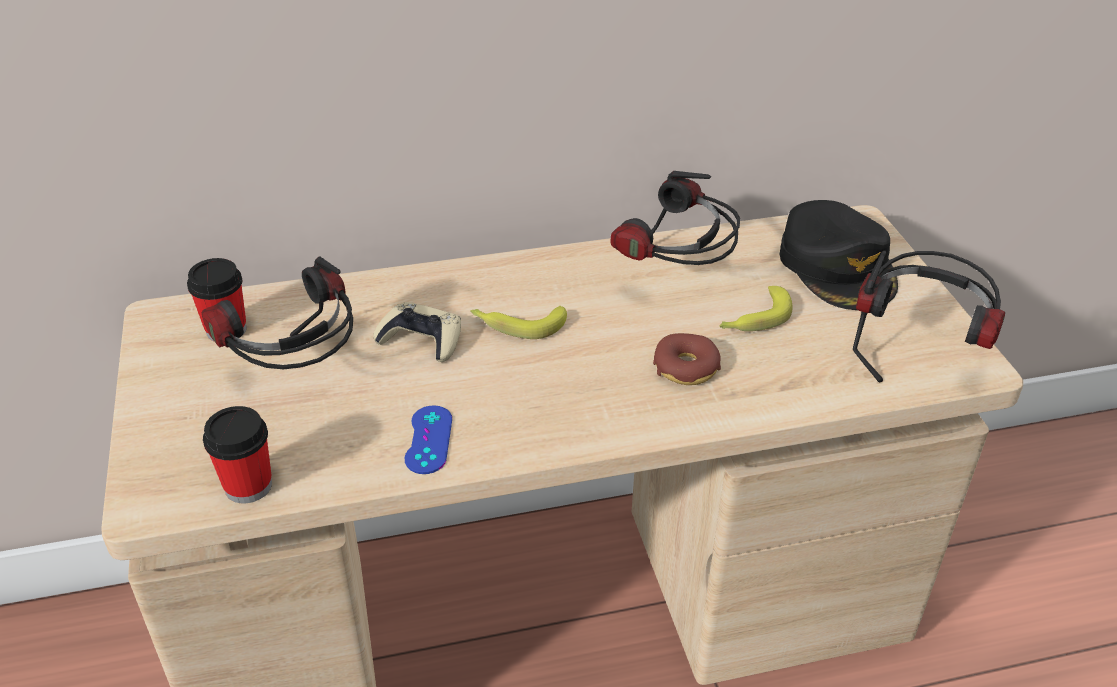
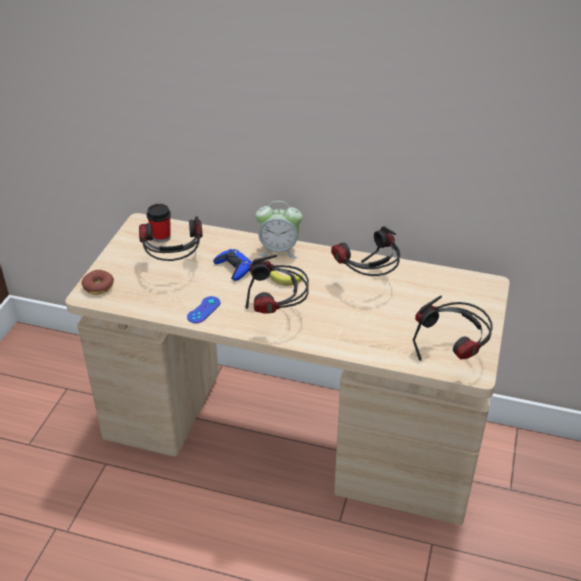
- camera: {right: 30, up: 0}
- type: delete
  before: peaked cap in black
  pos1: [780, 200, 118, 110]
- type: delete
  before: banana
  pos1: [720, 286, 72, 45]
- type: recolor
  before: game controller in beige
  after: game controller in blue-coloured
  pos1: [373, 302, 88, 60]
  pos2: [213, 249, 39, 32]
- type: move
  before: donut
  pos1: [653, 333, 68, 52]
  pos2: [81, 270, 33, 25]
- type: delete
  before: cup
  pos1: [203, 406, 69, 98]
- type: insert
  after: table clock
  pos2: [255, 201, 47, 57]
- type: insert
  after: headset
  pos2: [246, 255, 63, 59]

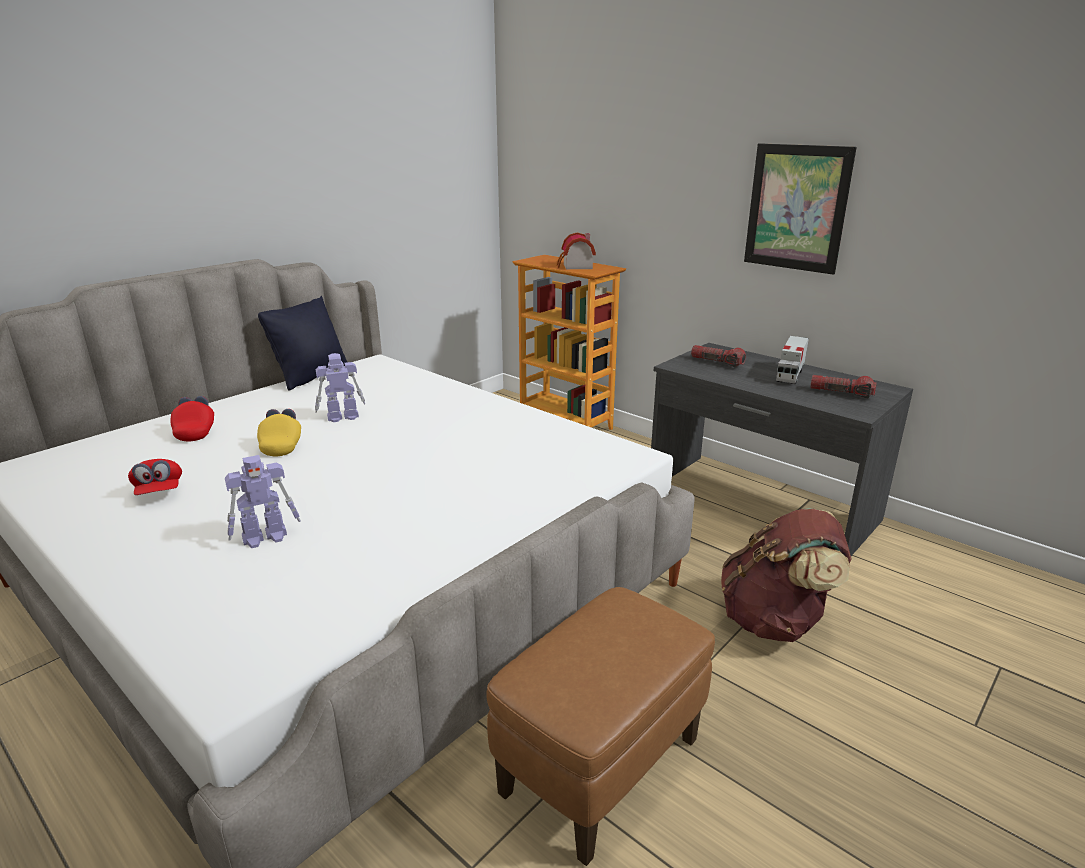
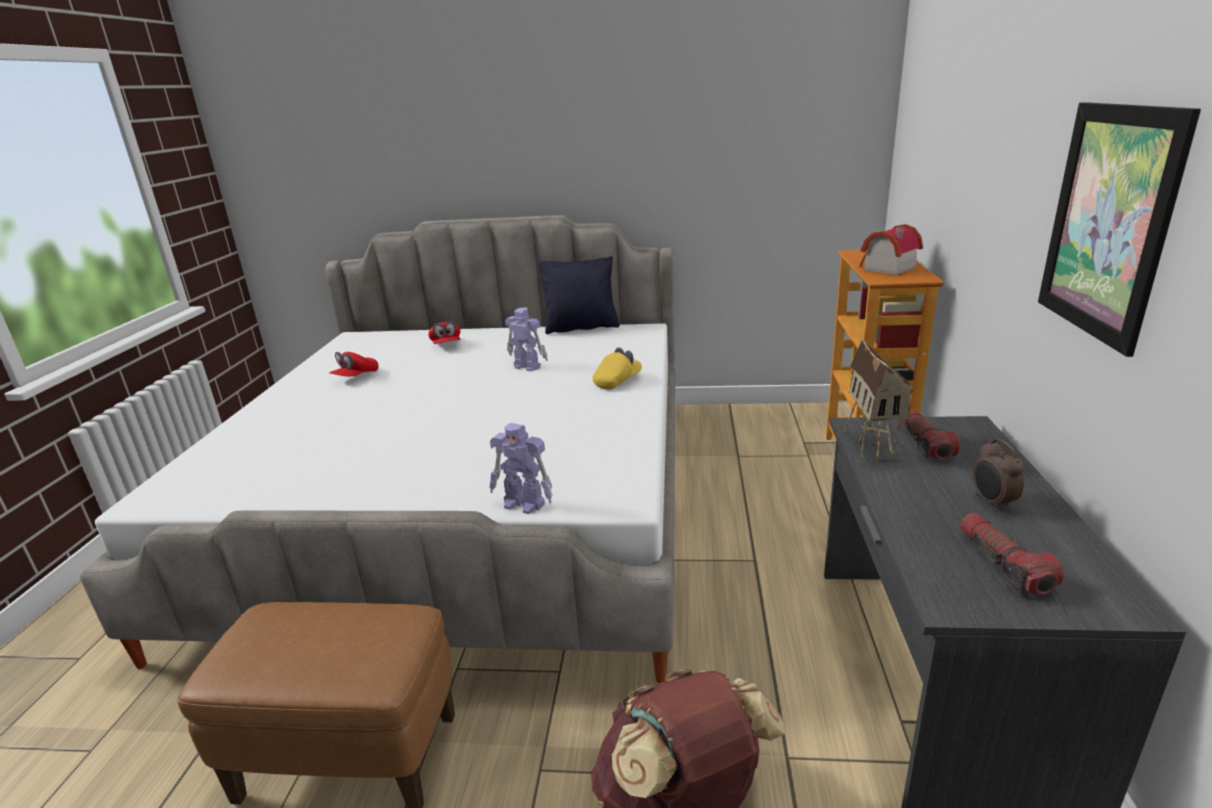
- camera: {right: 55, up: 0}
- type: replace
  before: toy truck
  after: table clock
  pos1: [776, 336, 33, 49]
  pos2: [972, 439, 52, 72]
- type: rotate
  before: peaked cap in red-coloured
  pos1: [170, 396, 44, 46]
  pos2: [428, 322, 32, 22]
  turn: 120
- type: move
  before: peaked cap in yellow
  pos1: [257, 409, 44, 48]
  pos2: [593, 347, 49, 42]
- type: move
  before: robot figure
  pos1: [225, 455, 76, 93]
  pos2: [489, 423, 64, 91]
- type: insert
  after: model house
  pos2: [844, 338, 72, 123]

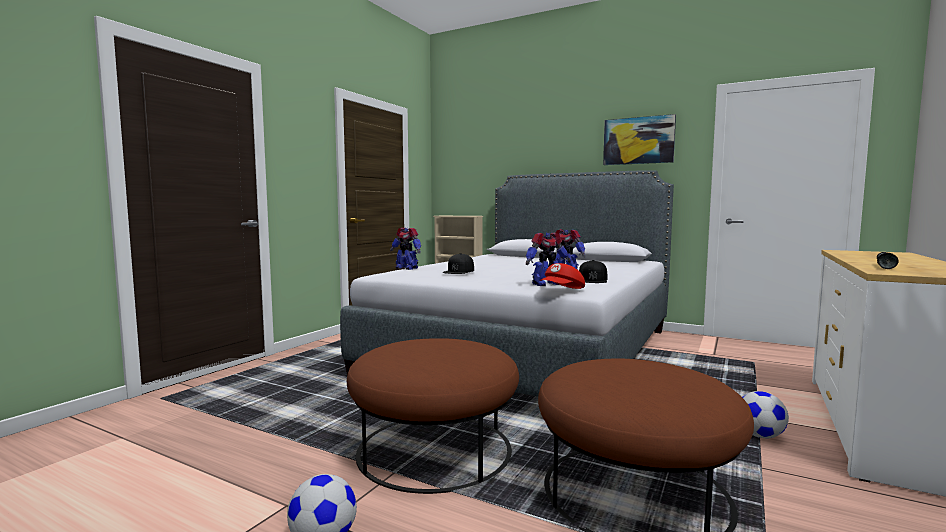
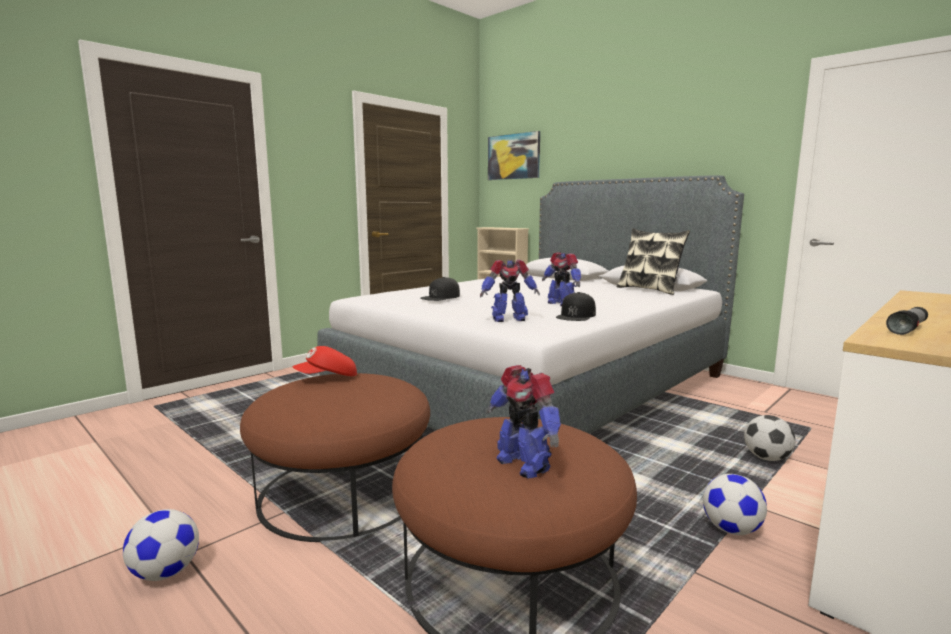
- camera: {right: 15, up: 5}
- type: move
  before: wall picture
  pos1: [603, 114, 73, 51]
  pos2: [488, 131, 52, 49]
- type: move
  before: robot figure
  pos1: [390, 228, 31, 42]
  pos2: [487, 365, 74, 113]
- type: move
  before: peaked cap in red-coloured
  pos1: [540, 263, 45, 26]
  pos2: [293, 346, 64, 30]
- type: insert
  after: throw pillow
  pos2: [617, 228, 73, 67]
- type: insert
  after: ball for football
  pos2: [744, 415, 51, 46]

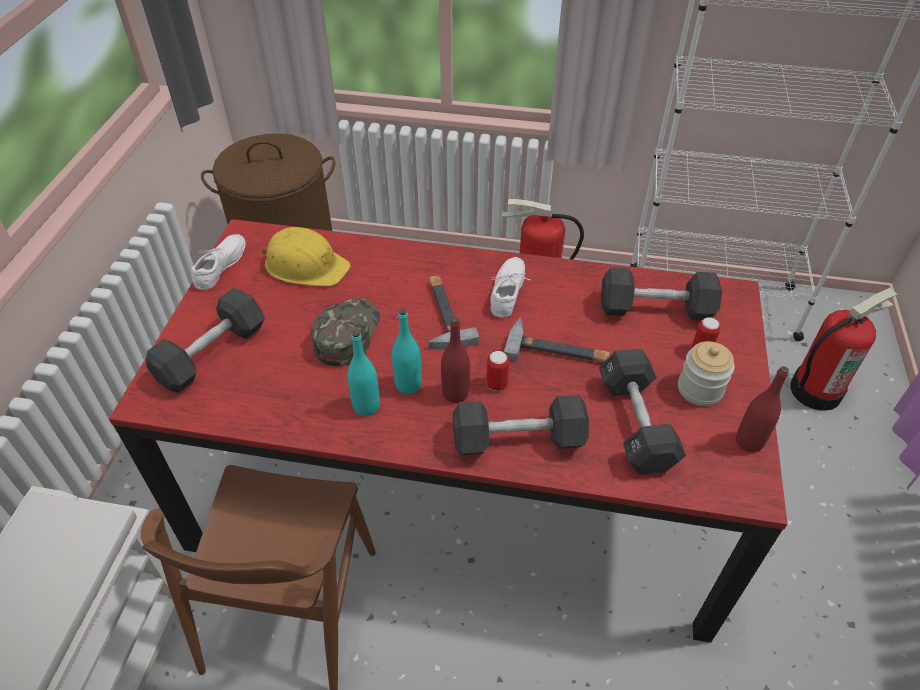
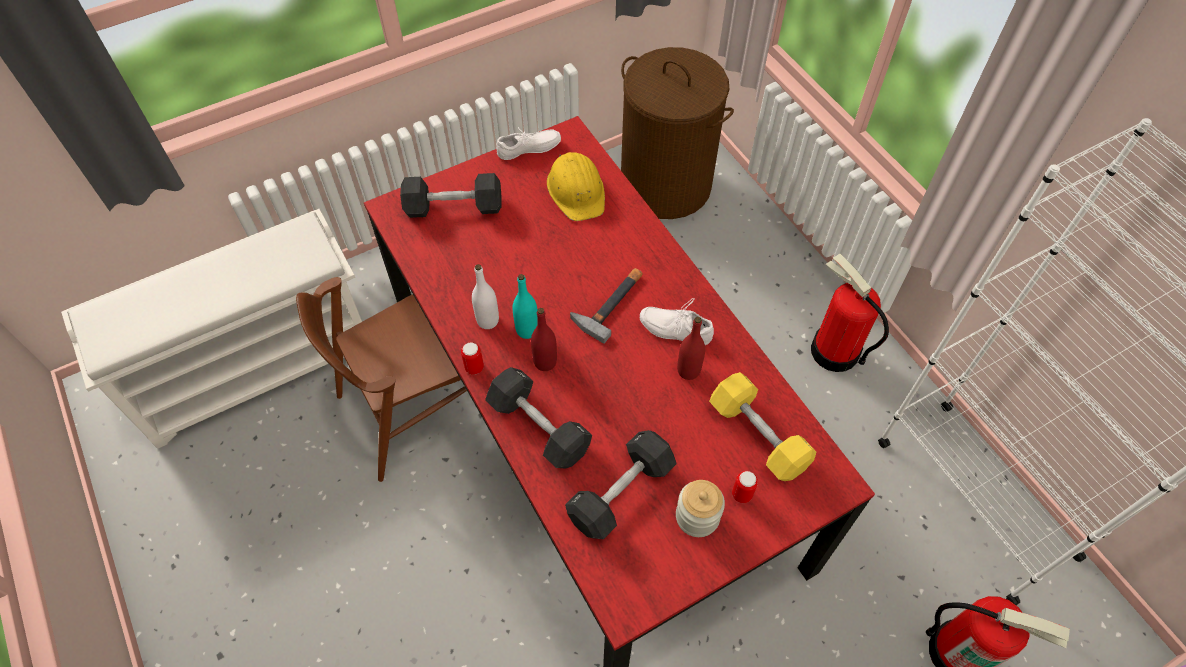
- camera: {right: 50, up: 10}
- type: rotate
  before: shoe in white-coloured
  pos1: [490, 257, 41, 61]
  pos2: [640, 298, 74, 47]
  turn: -135
- type: recolor
  before: dumbbell in black
  after: dumbbell in yellow
  pos1: [601, 267, 121, 53]
  pos2: [709, 372, 107, 109]
- type: delete
  before: peaked cap in green-coloured
  pos1: [311, 298, 69, 68]
- type: delete
  before: hand hammer
  pos1: [504, 317, 106, 46]
- type: recolor
  before: drink bottle in blue-green
  after: drink bottle in white-coloured
  pos1: [347, 330, 33, 86]
  pos2: [472, 264, 27, 65]
- type: move
  before: can
  pos1: [486, 351, 23, 40]
  pos2: [461, 342, 23, 33]
- type: move
  before: drink bottle in red-coloured
  pos1: [736, 366, 53, 86]
  pos2: [677, 317, 28, 63]

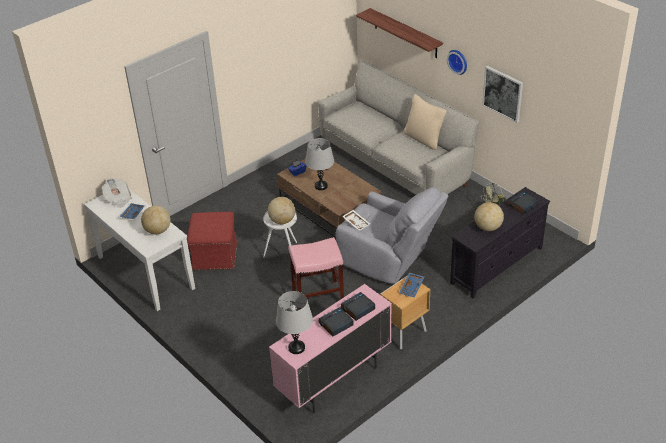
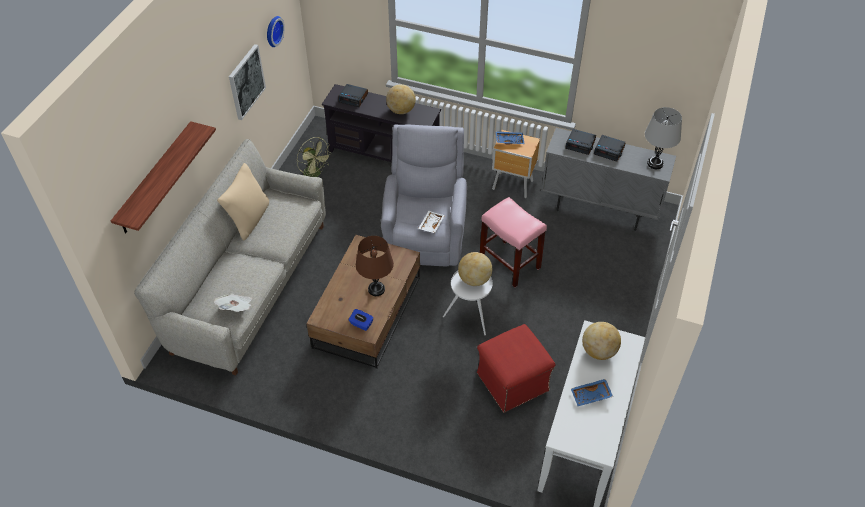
- camera: {right: -120, up: 10}
- type: move
  before: hanging clock
  pos1: [447, 50, 20, 25]
  pos2: [267, 16, 18, 31]
- type: recolor
  before: tabletop lamp in gray
  after: tabletop lamp in brown
  pos1: [305, 138, 29, 52]
  pos2: [356, 236, 38, 60]
- type: move
  before: newspaper
  pos1: [102, 178, 30, 30]
  pos2: [214, 294, 39, 18]
- type: recolor
  before: storage cabinet in pinkish
  after: storage cabinet in gray
  pos1: [269, 284, 123, 129]
  pos2: [541, 128, 135, 103]

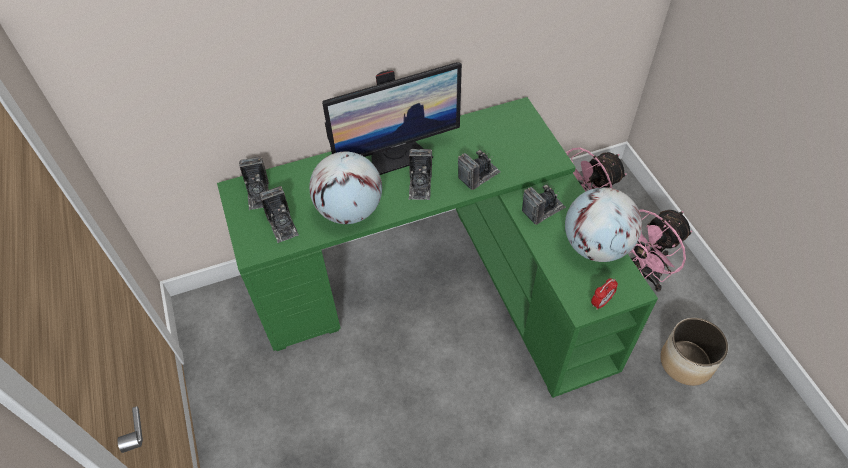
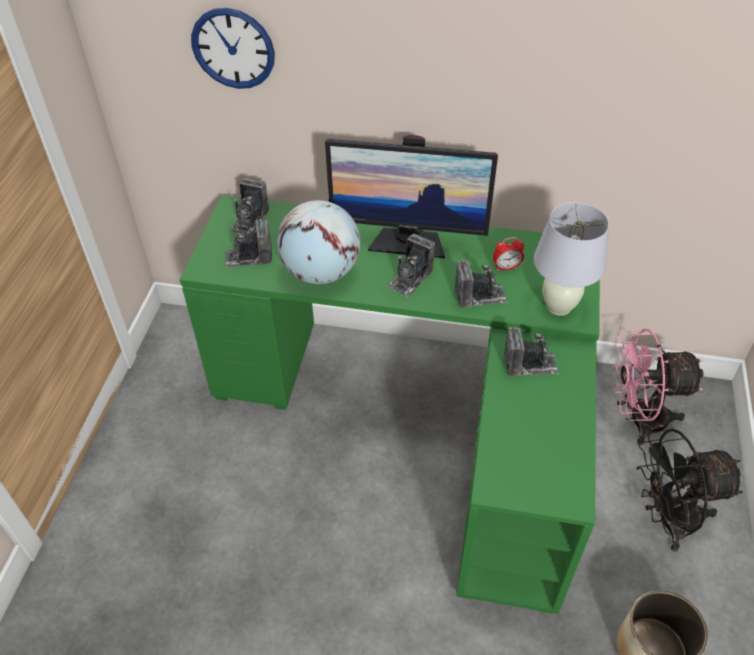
- camera: {right: 30, up: -5}
- type: rotate
  before: photo camera
  pos1: [259, 186, 40, 57]
  pos2: [225, 219, 47, 48]
  turn: 75
- type: delete
  before: desk globe
  pos1: [565, 187, 77, 75]
- type: recolor
  before: fan in pinkish
  after: fan in black
  pos1: [629, 210, 63, 81]
  pos2: [636, 428, 107, 124]
- type: move
  before: table clock
  pos1: [591, 278, 27, 32]
  pos2: [493, 237, 31, 34]
- type: insert
  after: hanging clock
  pos2: [191, 8, 84, 81]
- type: insert
  after: tabletop lamp in white-coloured
  pos2: [534, 202, 75, 114]

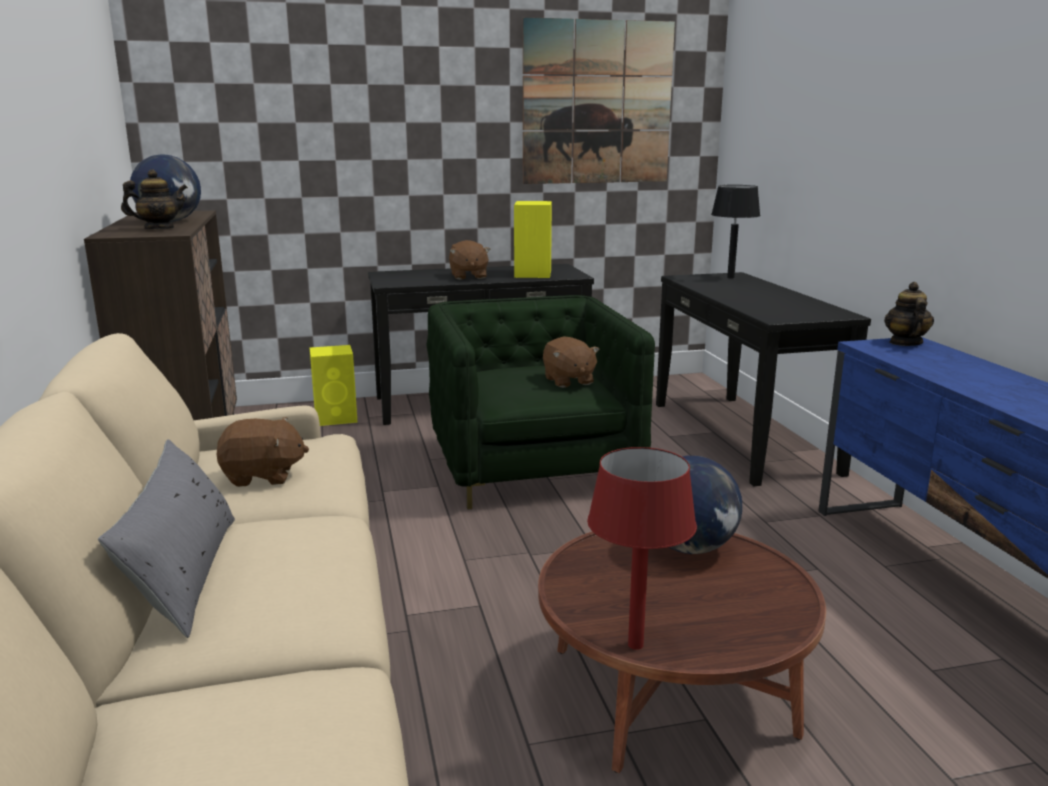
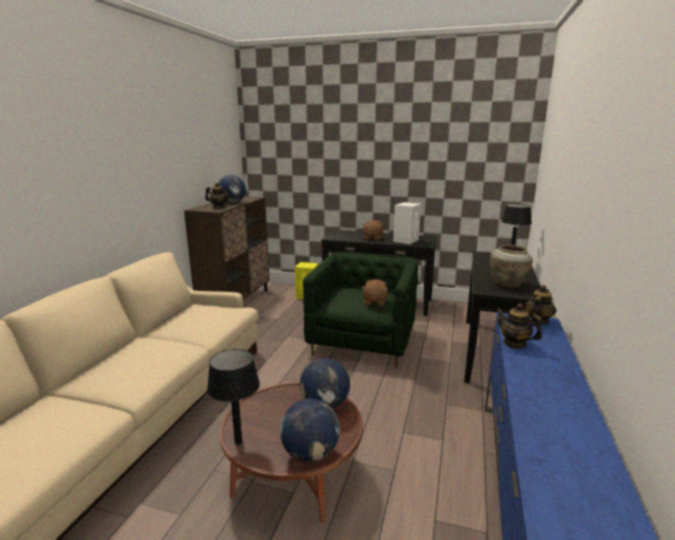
- camera: {right: 30, up: 0}
- type: delete
  before: wall picture
  pos1: [523, 17, 152, 167]
- type: recolor
  before: speaker in yellow
  after: speaker in white-coloured
  pos1: [514, 201, 38, 77]
  pos2: [393, 202, 28, 42]
- type: delete
  before: plush toy in brown
  pos1: [217, 417, 92, 70]
- type: delete
  before: throw pillow in gray
  pos1: [98, 439, 137, 199]
- type: recolor
  before: tabletop lamp in red-coloured
  after: tabletop lamp in black
  pos1: [587, 447, 110, 203]
  pos2: [207, 349, 53, 96]
- type: insert
  after: vase in beige
  pos2: [490, 245, 43, 42]
- type: insert
  after: teapot
  pos2: [496, 303, 46, 46]
- type: insert
  after: desk globe
  pos2: [280, 398, 60, 64]

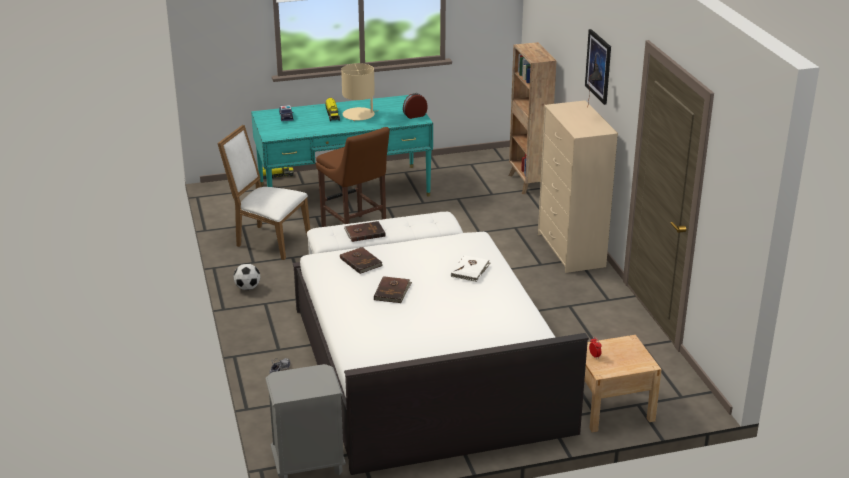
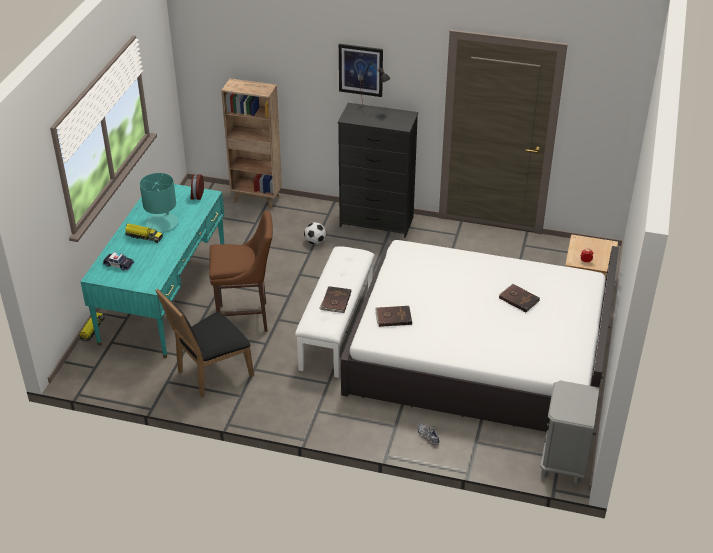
- camera: {right: -60, up: 10}
- type: recolor
  before: tabletop lamp in beige
  after: tabletop lamp in blue-green
  pos1: [341, 63, 38, 58]
  pos2: [140, 173, 38, 59]
- type: recolor
  before: drawer chest in beige
  after: drawer chest in black
  pos1: [538, 100, 80, 173]
  pos2: [338, 103, 80, 135]
- type: recolor
  before: chair in white-coloured
  after: chair in black
  pos1: [217, 125, 93, 135]
  pos2: [155, 288, 99, 109]
- type: delete
  before: book in white-coloured
  pos1: [451, 255, 39, 27]
- type: move
  before: ball for football
  pos1: [233, 263, 27, 27]
  pos2: [304, 222, 22, 23]
- type: move
  before: book in brown
  pos1: [374, 276, 38, 27]
  pos2: [499, 284, 41, 28]

